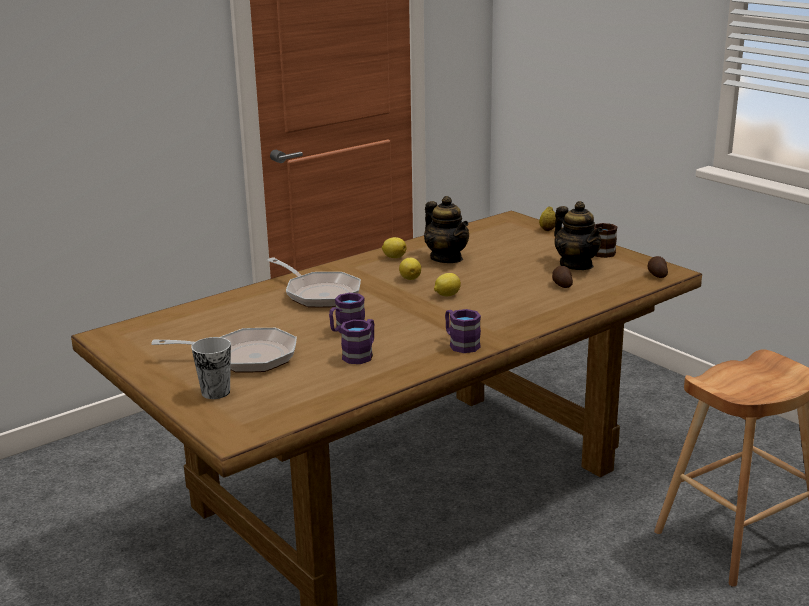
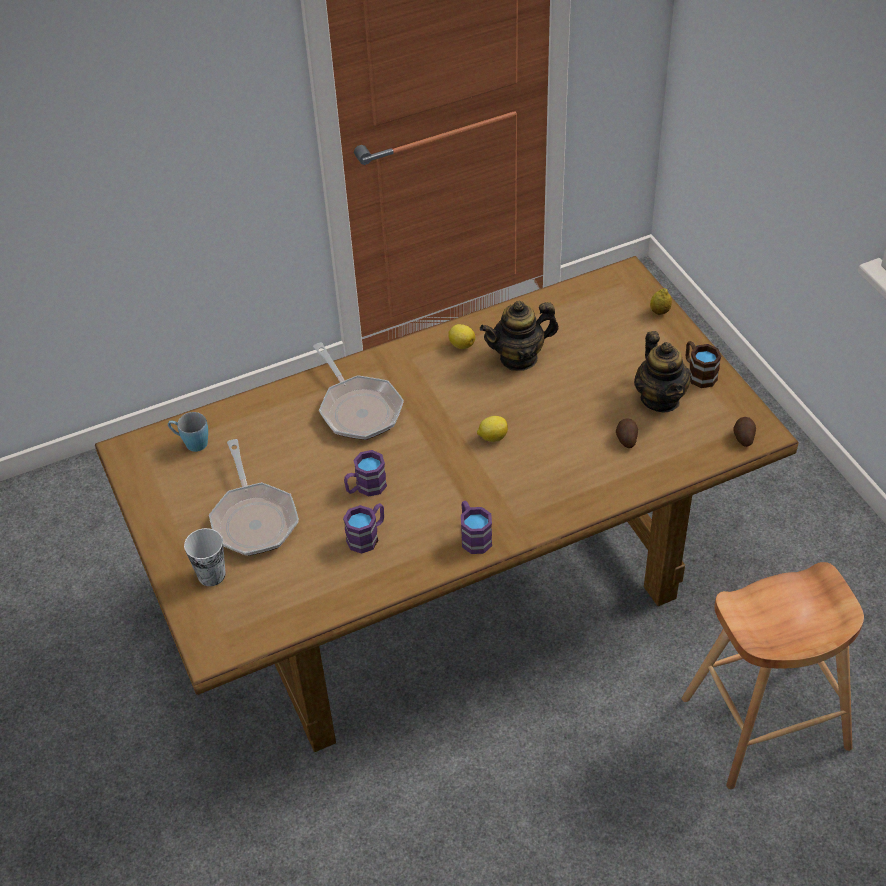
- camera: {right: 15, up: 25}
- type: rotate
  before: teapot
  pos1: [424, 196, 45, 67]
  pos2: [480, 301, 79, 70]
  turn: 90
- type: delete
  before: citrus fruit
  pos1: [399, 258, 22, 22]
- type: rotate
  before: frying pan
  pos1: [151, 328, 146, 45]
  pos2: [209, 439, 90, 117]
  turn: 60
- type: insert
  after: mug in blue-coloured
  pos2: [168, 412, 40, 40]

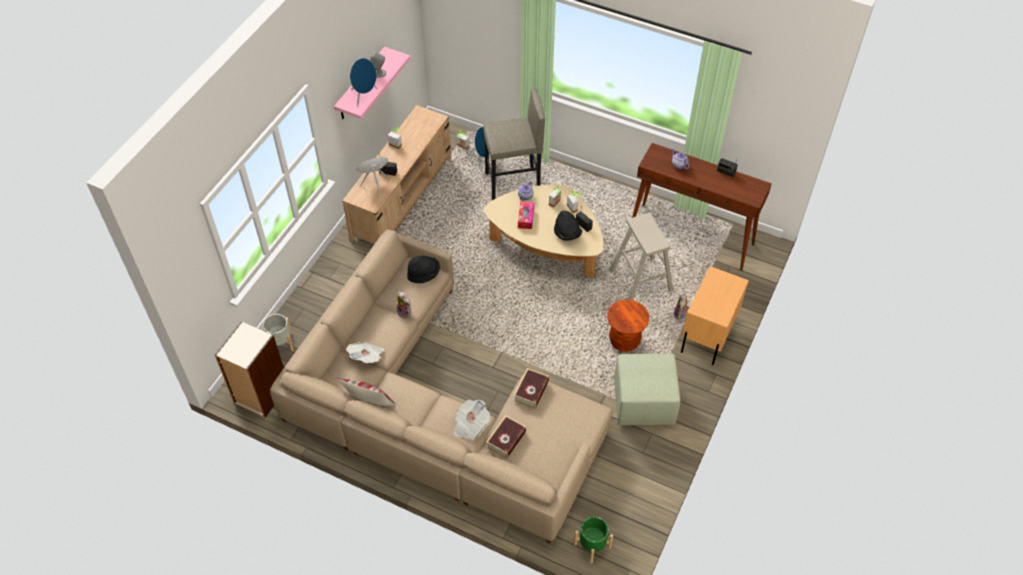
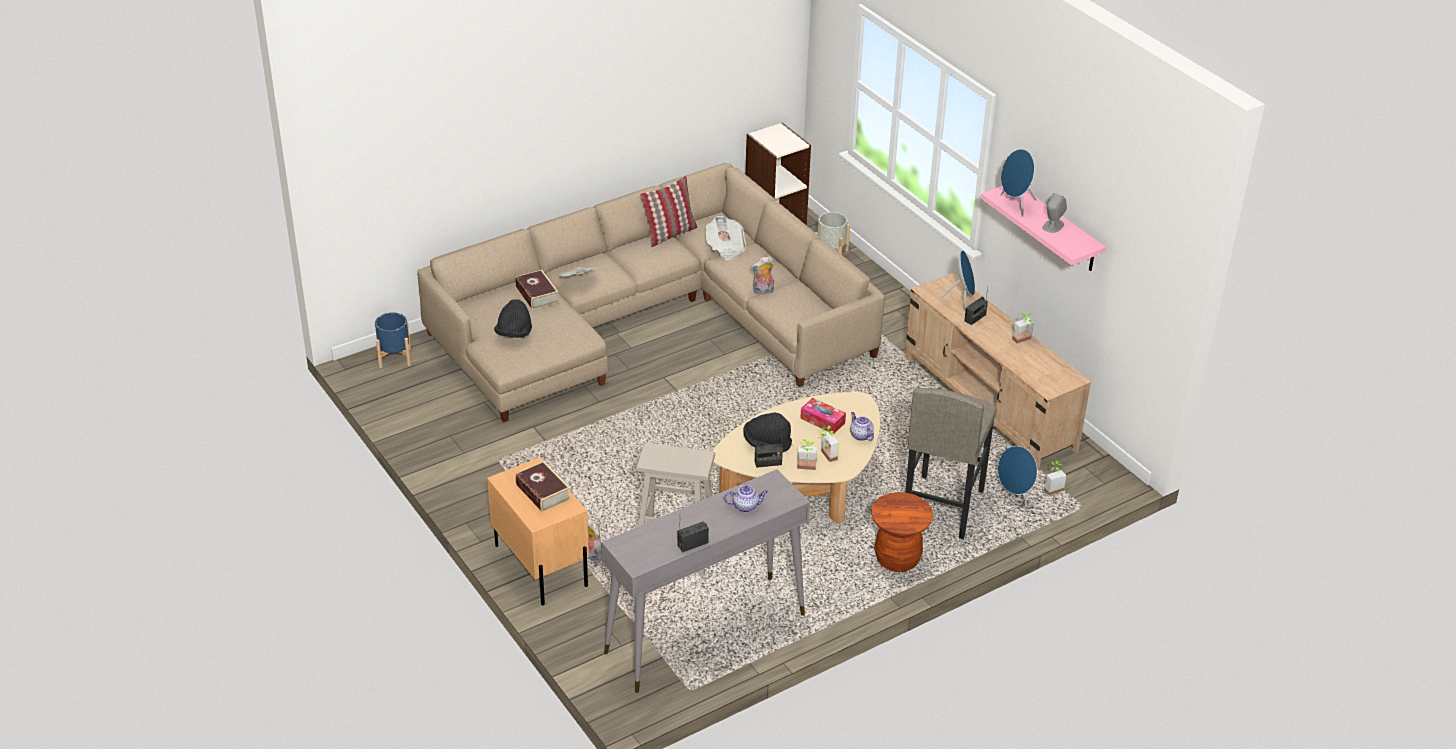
- camera: {right: 120, up: -15}
- type: recolor
  before: console table in brown
  after: console table in gray
  pos1: [632, 143, 140, 128]
  pos2: [601, 469, 209, 224]
- type: move
  before: wearable hat in black
  pos1: [407, 256, 33, 27]
  pos2: [494, 299, 38, 39]
- type: move
  before: stool in brown
  pos1: [607, 300, 42, 52]
  pos2: [871, 492, 62, 80]
- type: delete
  before: footrest in green-coloured
  pos1: [614, 353, 67, 73]
- type: move
  before: book
  pos1: [514, 368, 35, 41]
  pos2: [515, 461, 56, 51]
- type: recolor
  before: plant pot in green-coloured
  after: plant pot in blue-coloured
  pos1: [574, 516, 39, 47]
  pos2: [375, 312, 36, 56]

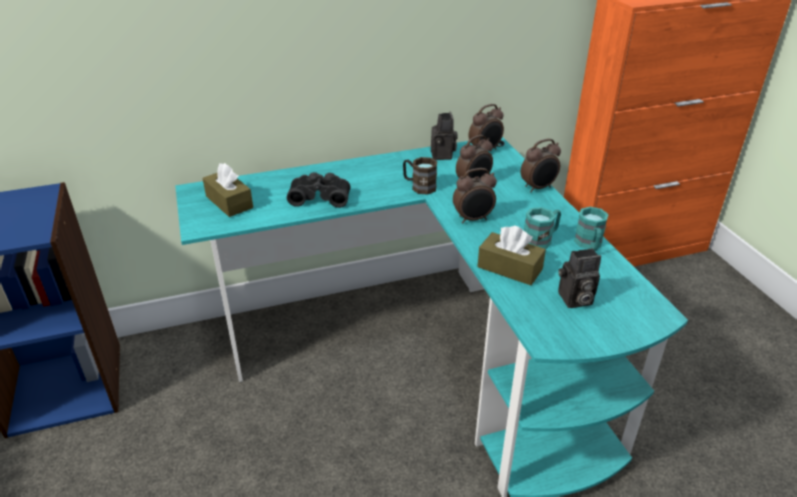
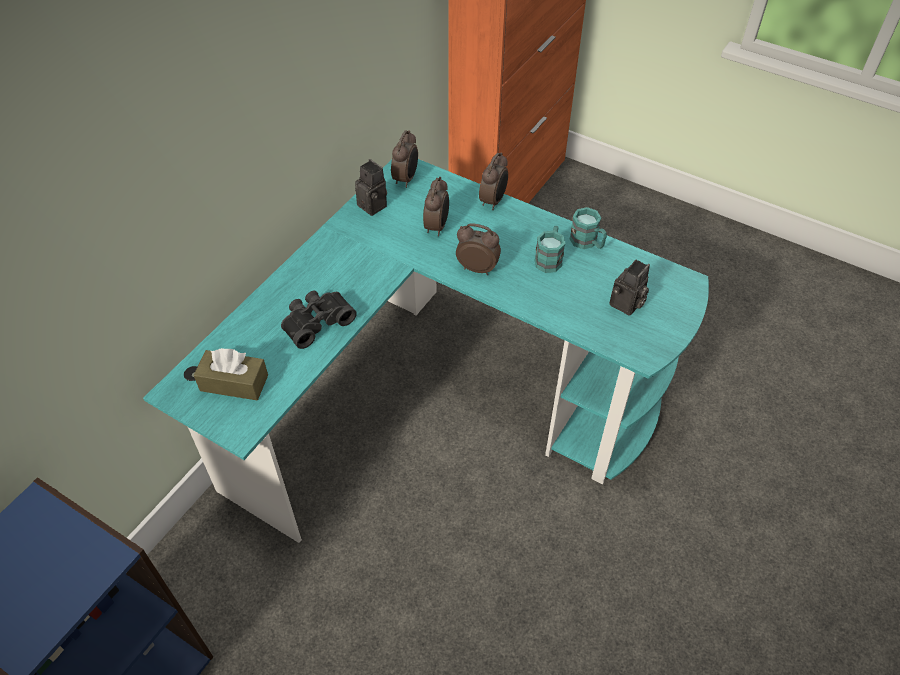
- camera: {right: -40, up: 15}
- type: delete
  before: mug in brown
  pos1: [403, 157, 34, 37]
- type: rotate
  before: table clock
  pos1: [453, 168, 44, 56]
  pos2: [456, 223, 45, 52]
  turn: -105
- type: delete
  before: tissue holder in brown
  pos1: [477, 226, 69, 59]

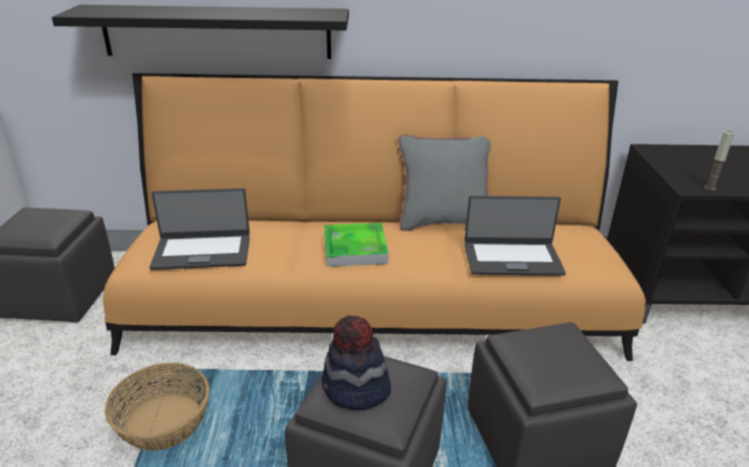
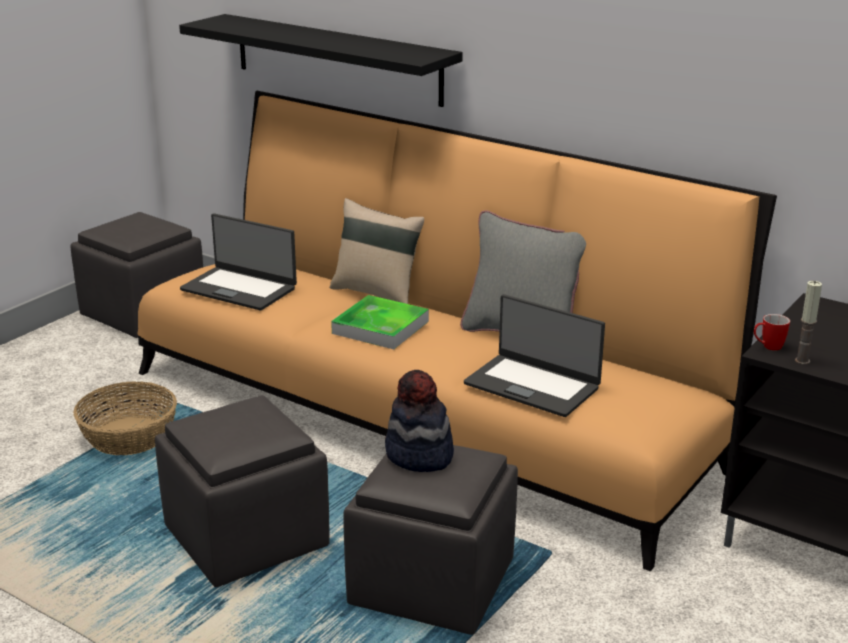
- camera: {right: 35, up: -5}
- type: move
  before: wearable hat
  pos1: [322, 315, 69, 95]
  pos2: [385, 370, 69, 102]
- type: insert
  after: throw pillow in beige
  pos2: [330, 198, 94, 106]
- type: insert
  after: mug
  pos2: [754, 314, 36, 37]

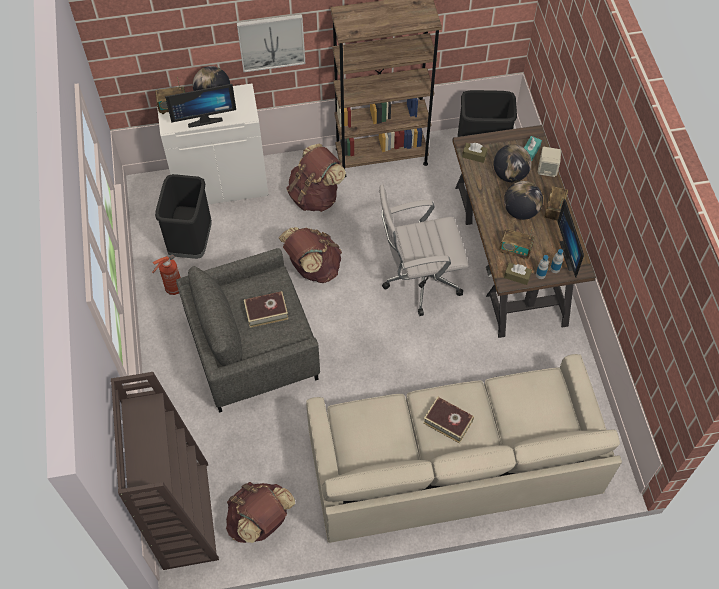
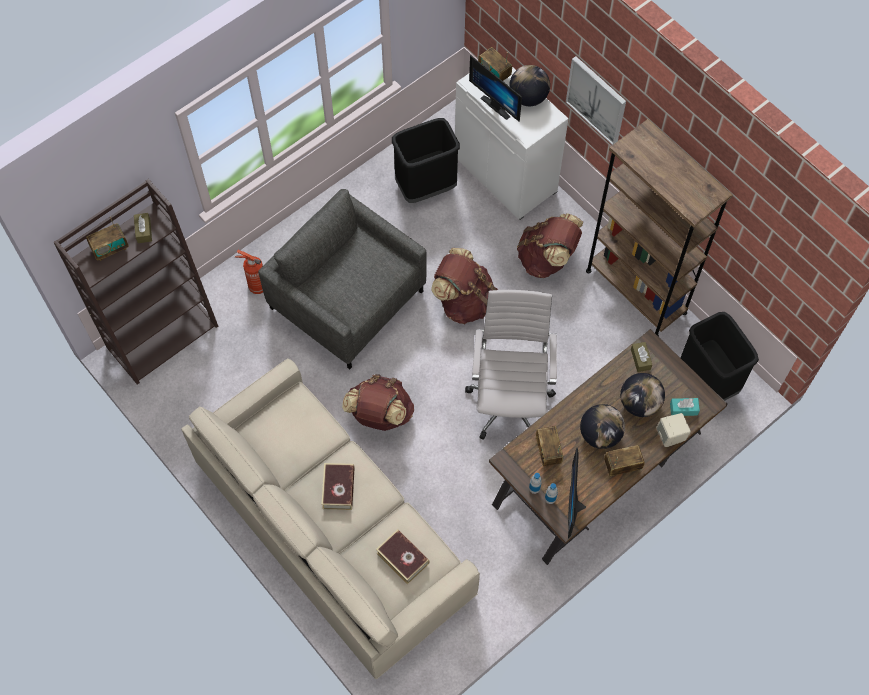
- camera: {right: 60, up: 5}
- type: rotate
  before: office chair in white-coloured
  pos1: [379, 184, 90, 132]
  pos2: [465, 290, 92, 150]
  turn: 45
- type: rotate
  before: computer screen
  pos1: [557, 198, 27, 79]
  pos2: [568, 447, 18, 91]
  turn: -45
- type: move
  before: extinguisher
  pos1: [152, 254, 29, 41]
  pos2: [235, 250, 28, 44]
- type: move
  before: tissue holder in brown
  pos1: [504, 263, 28, 22]
  pos2: [134, 213, 18, 30]
- type: move
  before: book
  pos1: [244, 291, 44, 37]
  pos2: [376, 529, 53, 56]
- type: move
  before: knapsack in brown
  pos1: [226, 482, 69, 61]
  pos2: [342, 374, 72, 57]
- type: insert
  after: radio receiver
  pos2: [86, 217, 42, 44]

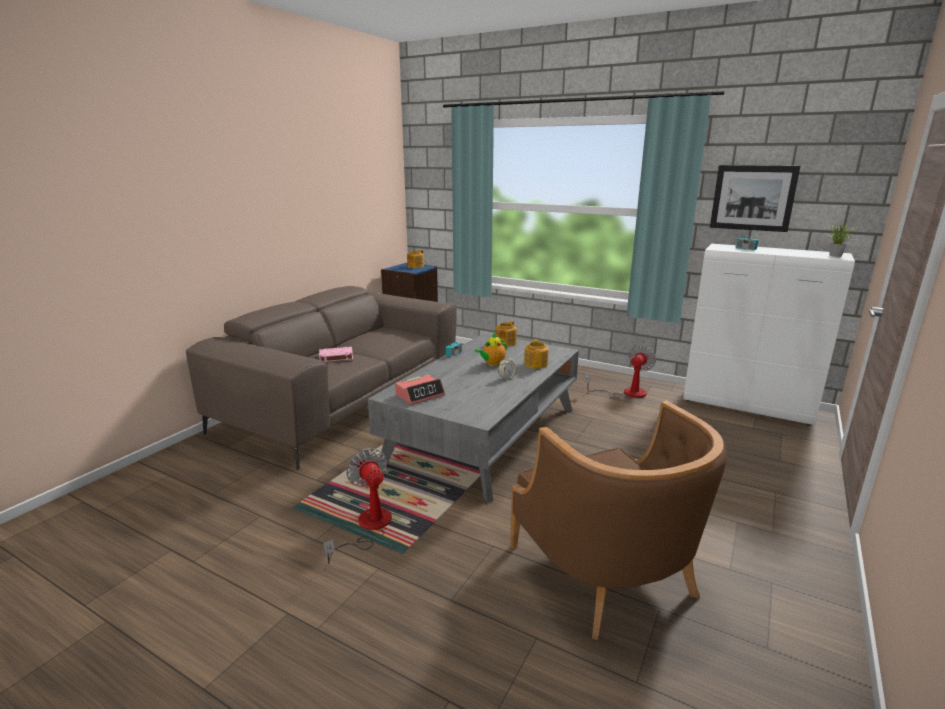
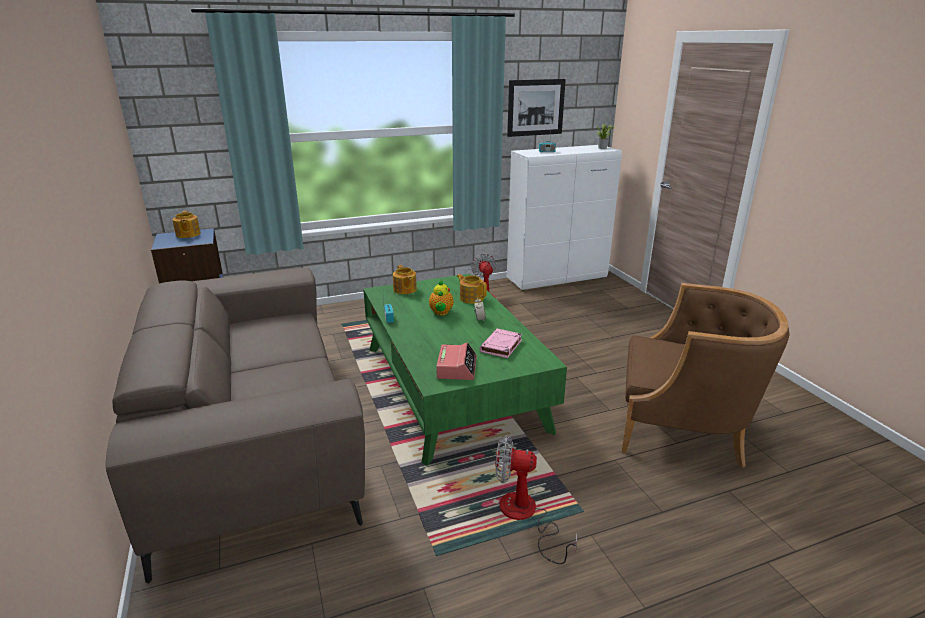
- camera: {right: -50, up: 5}
- type: recolor
  before: coffee table in gray
  after: coffee table in green-coloured
  pos1: [368, 333, 211, 170]
  pos2: [363, 274, 204, 192]
- type: move
  before: book in pinkish
  pos1: [319, 347, 34, 15]
  pos2: [480, 329, 42, 29]

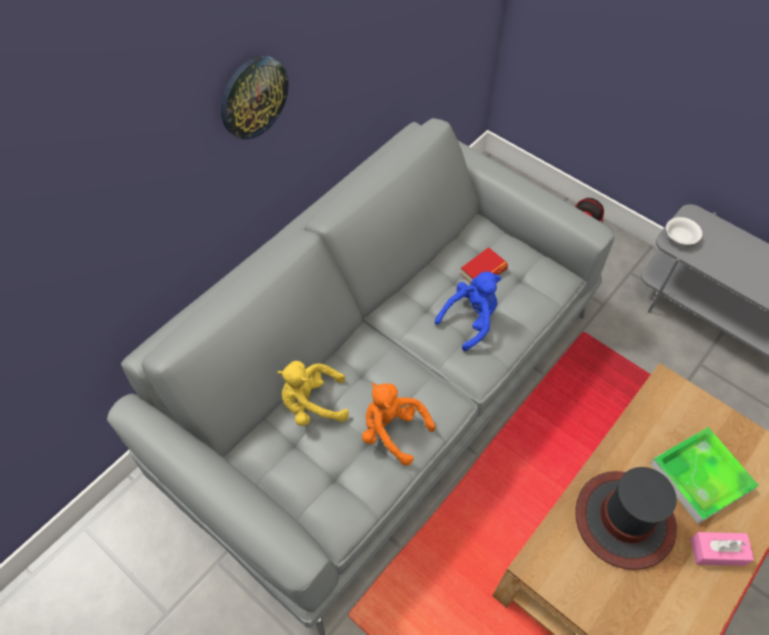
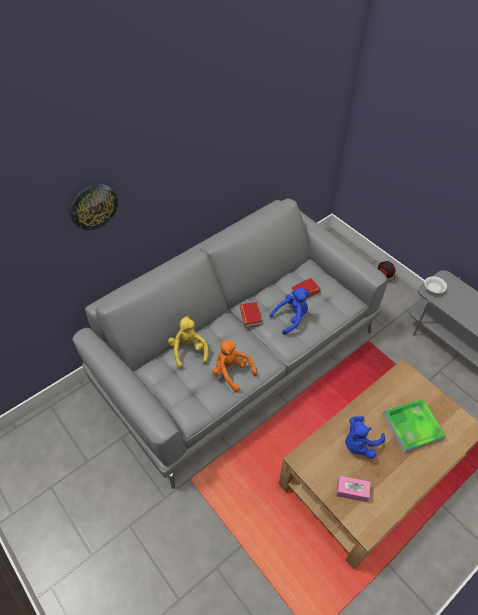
- camera: {right: 10, up: -5}
- type: move
  before: hanging clock
  pos1: [221, 56, 68, 84]
  pos2: [70, 184, 48, 46]
- type: rotate
  before: plush toy in yellow
  pos1: [277, 361, 72, 65]
  pos2: [168, 316, 40, 52]
  turn: 75
- type: replace
  before: wearable hat
  after: plush toy in blue-coloured
  pos1: [575, 467, 102, 103]
  pos2: [345, 416, 40, 43]
- type: move
  before: tissue holder in pinkish
  pos1: [691, 532, 63, 34]
  pos2: [336, 476, 35, 26]
- type: insert
  after: book
  pos2: [240, 302, 22, 25]

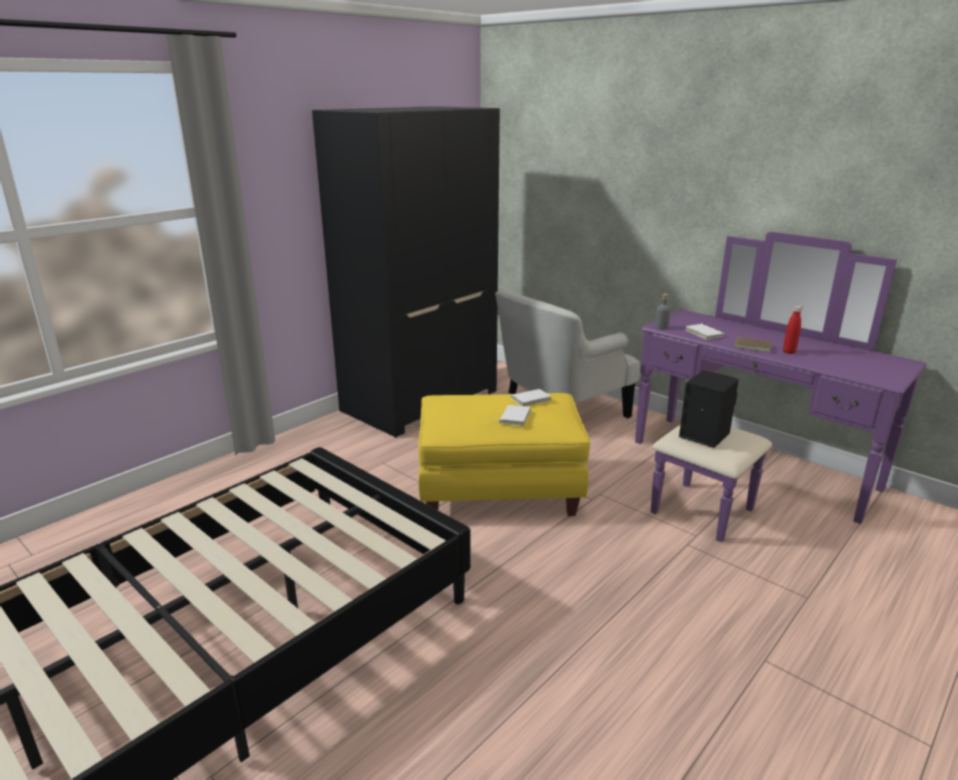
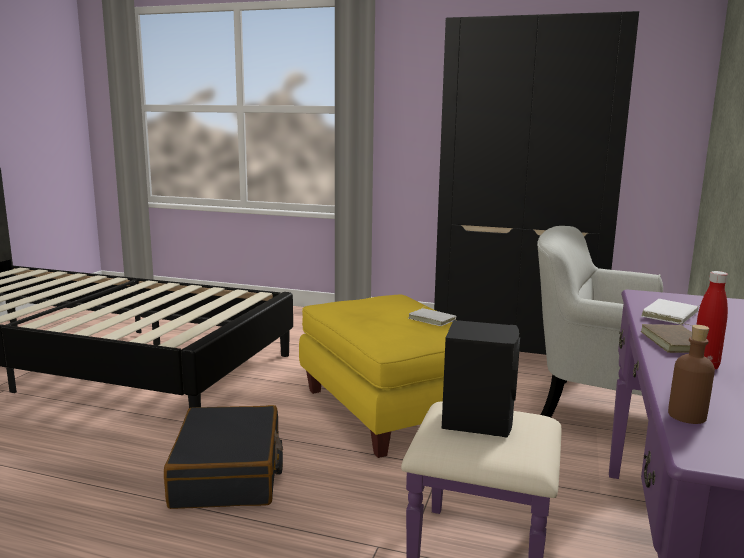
- camera: {right: 65, up: -10}
- type: delete
  before: drink bottle in gray
  pos1: [655, 293, 16, 37]
- type: delete
  before: book in white-coloured
  pos1: [493, 405, 38, 21]
- type: insert
  after: drink bottle in brown
  pos2: [668, 325, 47, 99]
- type: insert
  after: suitcase in black
  pos2: [164, 405, 119, 104]

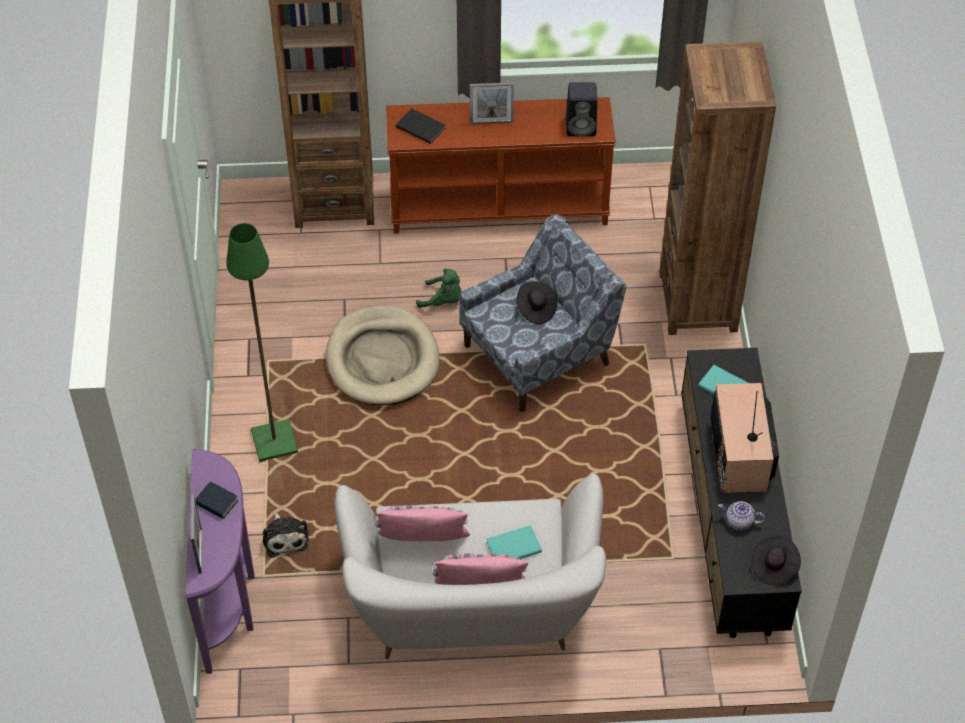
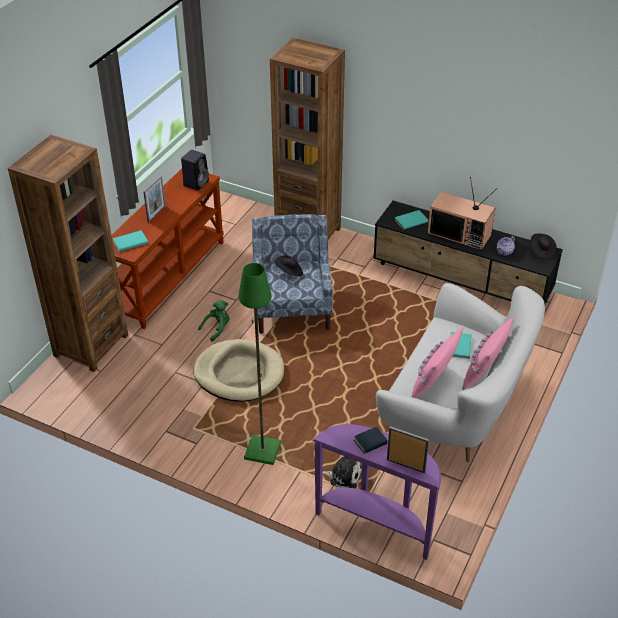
- camera: {right: -60, up: -10}
- type: recolor
  before: book in black
  after: book in blue-green
  pos1: [396, 108, 50, 36]
  pos2: [113, 230, 35, 22]

